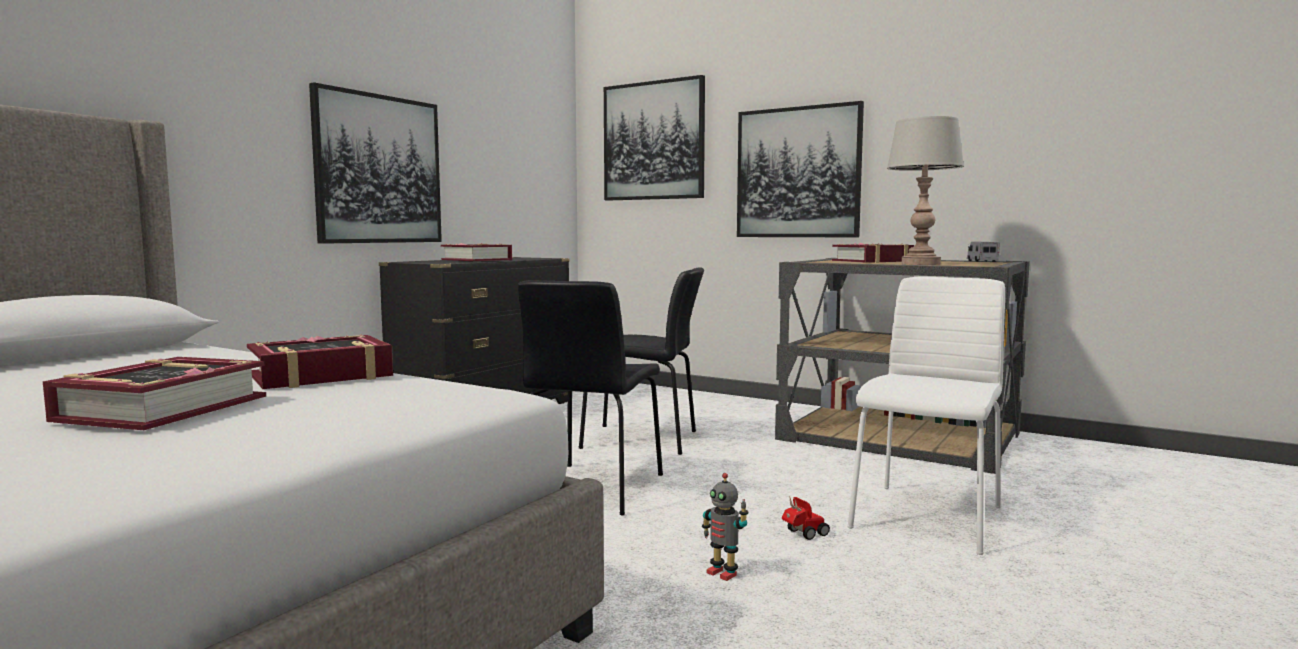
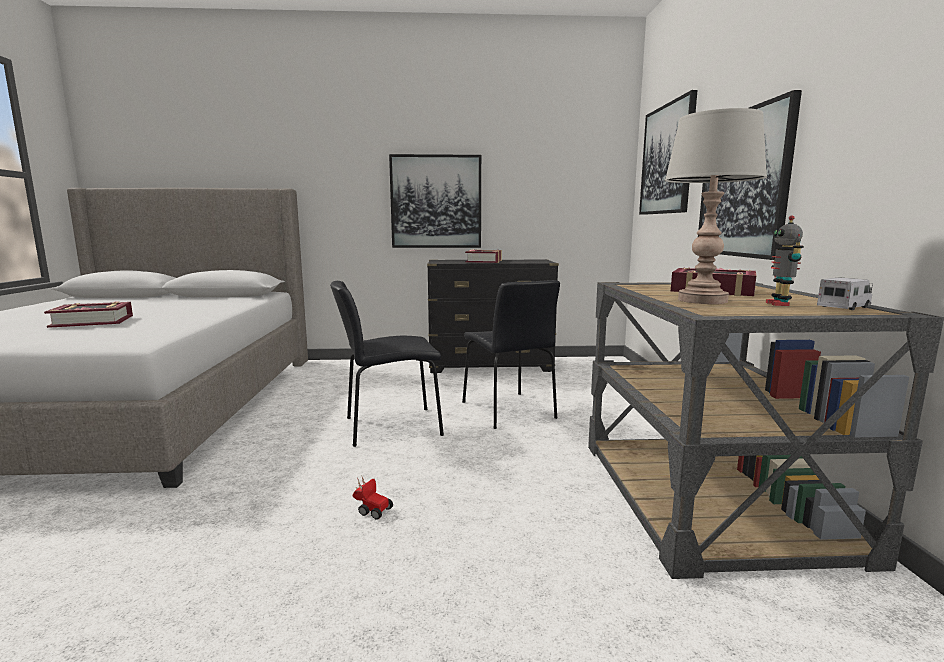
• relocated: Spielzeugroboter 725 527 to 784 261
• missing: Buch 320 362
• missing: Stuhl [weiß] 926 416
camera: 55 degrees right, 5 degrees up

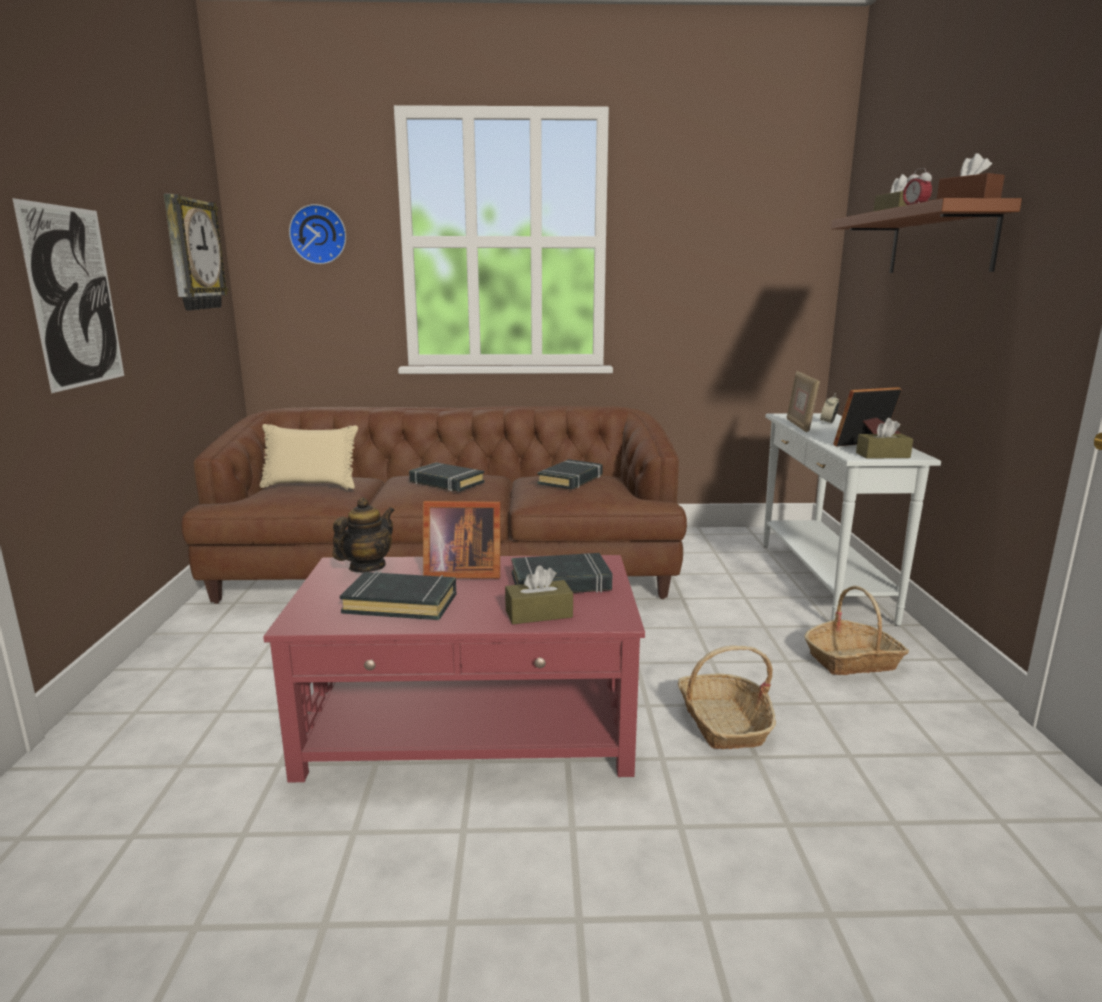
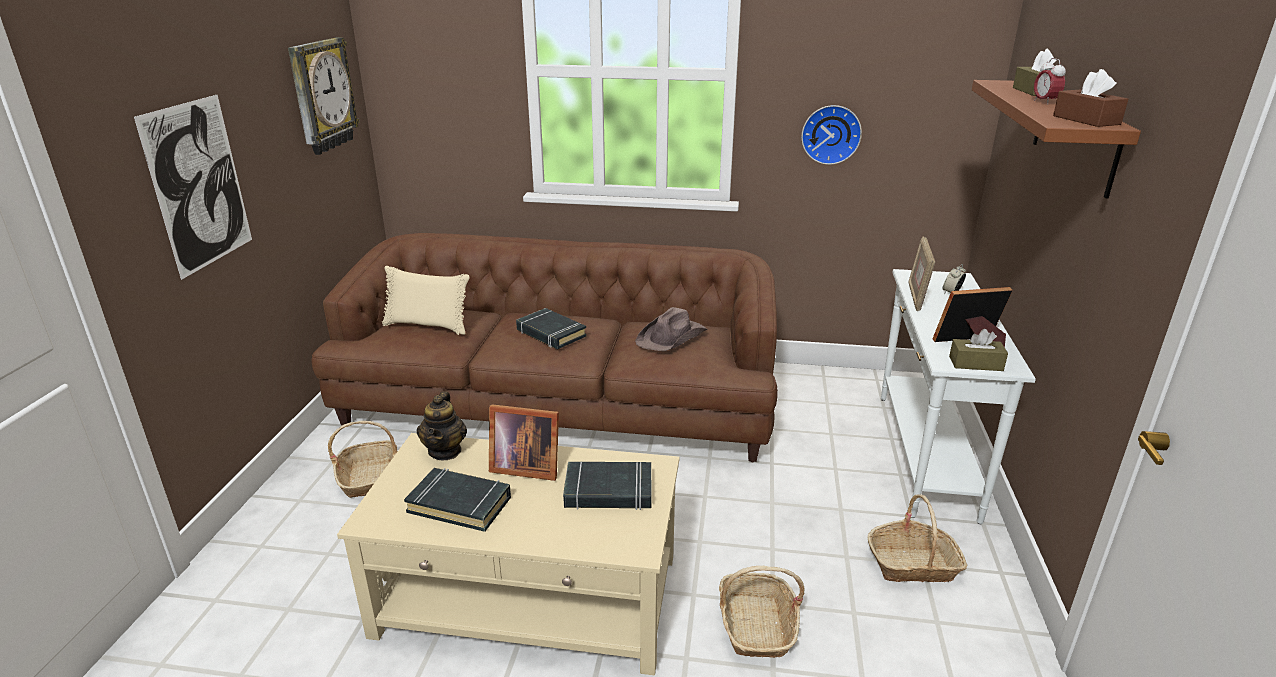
• appeared: Korb 363 459
• colour: Couchtisch [rot] 454 669 to Couchtisch [beige] 508 554
• spun: Teekanne 363 534 = 442 425 135 degrees clockwise
• exchanged: Buch [schwarz] 570 474 to Hut [braun] 671 329
• relocated: Wanduhr 317 234 to 831 135
• missing: Taschentuchbox [braun] 539 594
camera: 10 degrees right, 10 degrees up

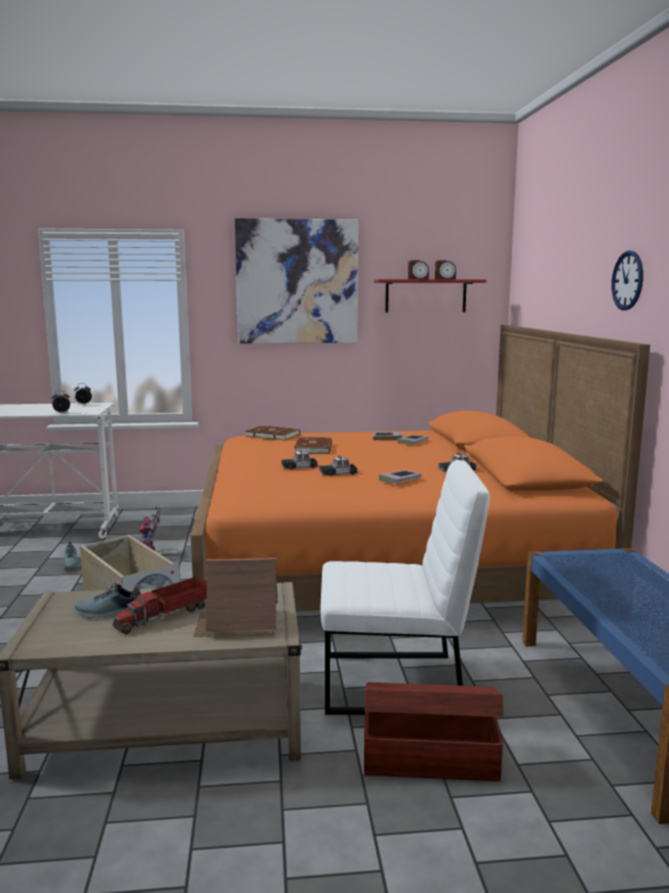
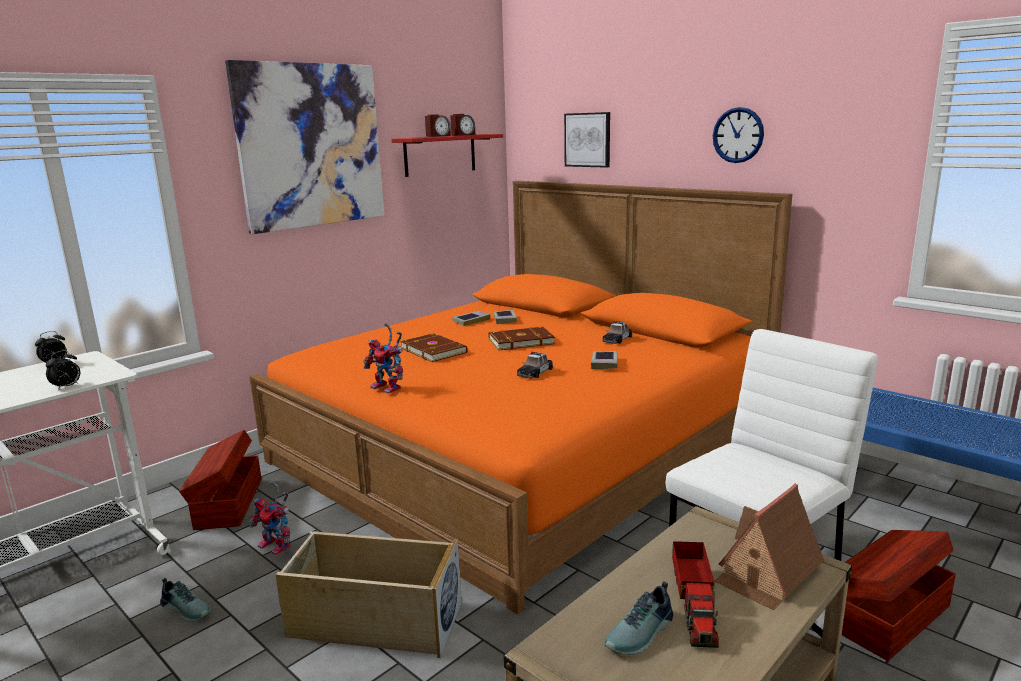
• appeared: Aufbewahrungsbox [braun] 220 480
• appeared: Spielzeugroboter 383 358
• relocated: Buch [braun] 272 433 to 521 338
• appeared: Bild 587 140
• missing: Spielzeugauto 299 459
camera: 40 degrees left, 5 degrees up

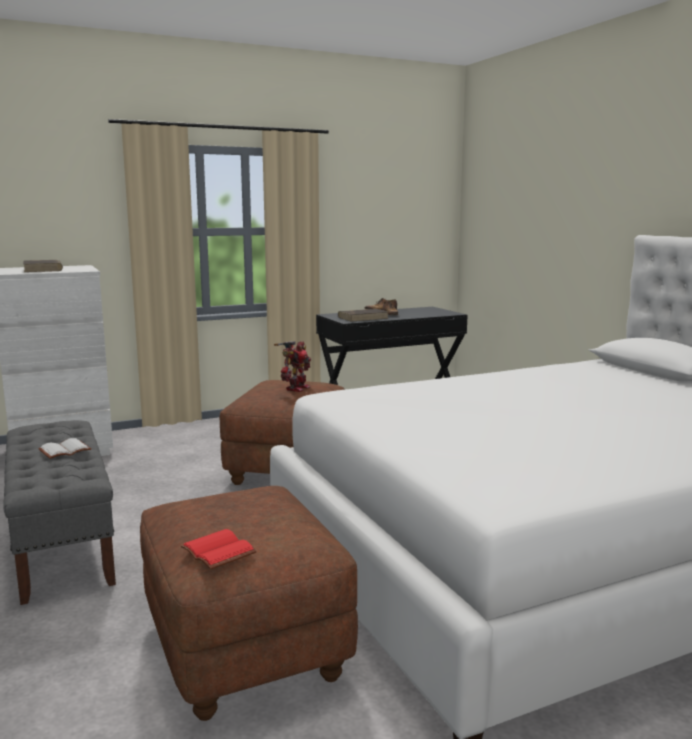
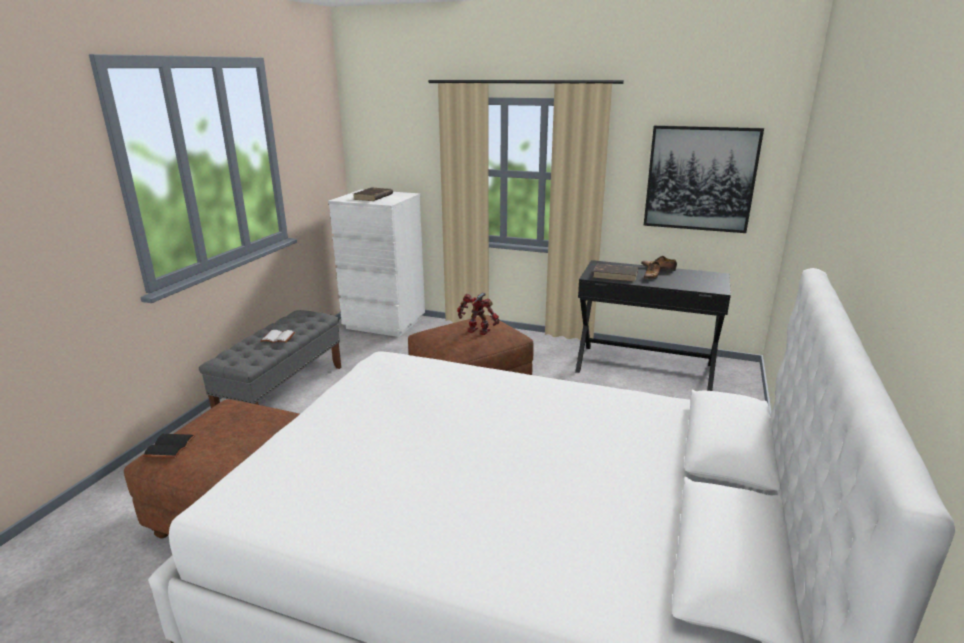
• colour: Buch [rot] 219 549 to Buch [schwarz] 169 446
• spun: Spielzeugroboter 292 366 = 478 314 135 degrees counterclockwise
• appeared: Bild 704 179
camera: 45 degrees right, 10 degrees up

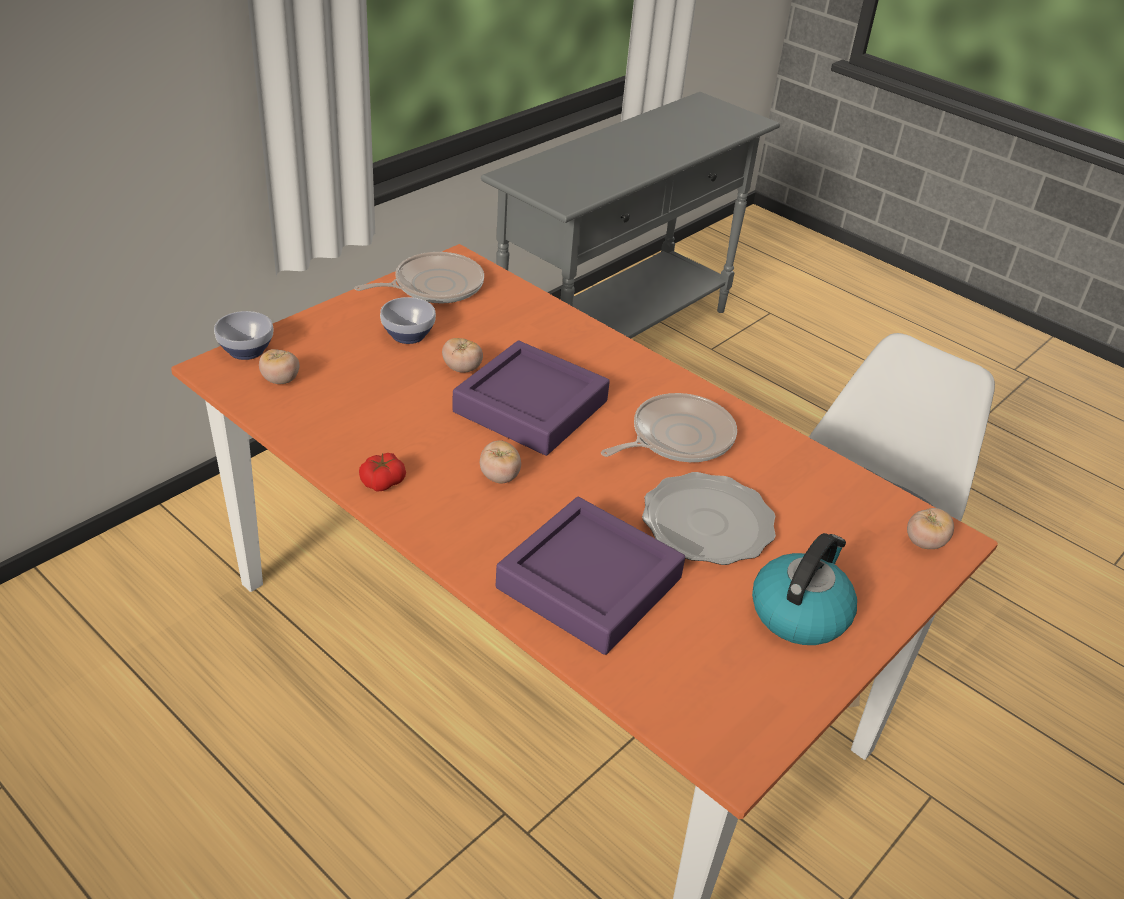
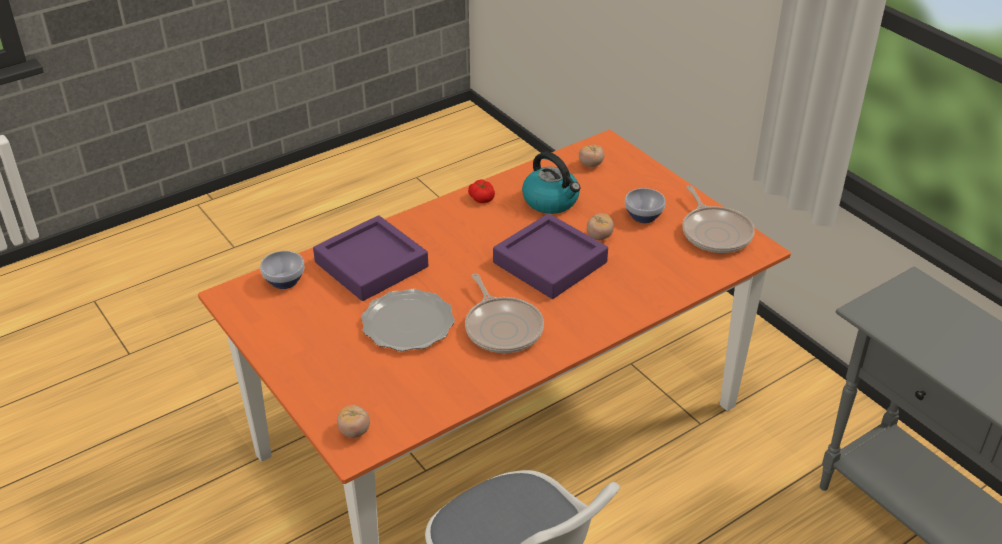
• relocated: Schüssel 243 335 to 282 270
• relocated: Wasserkessel 804 589 to 551 183
• missing: Tomate 500 461
camera: 105 degrees right, 0 degrees up

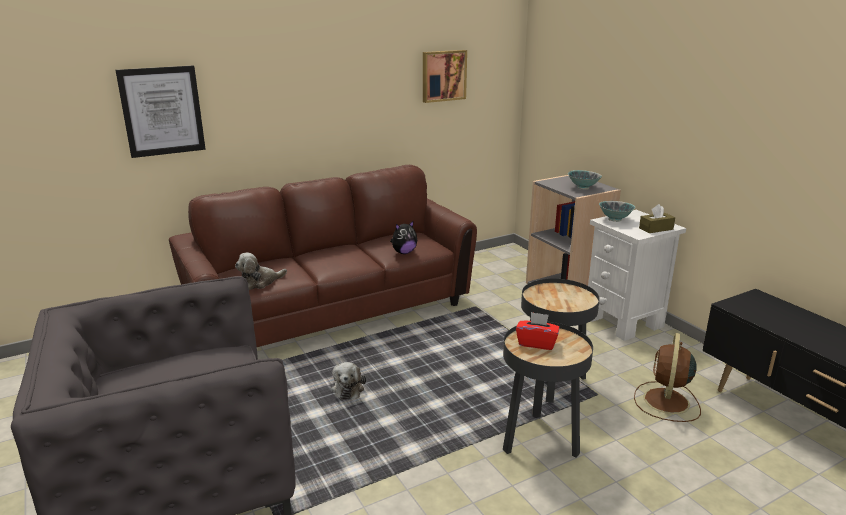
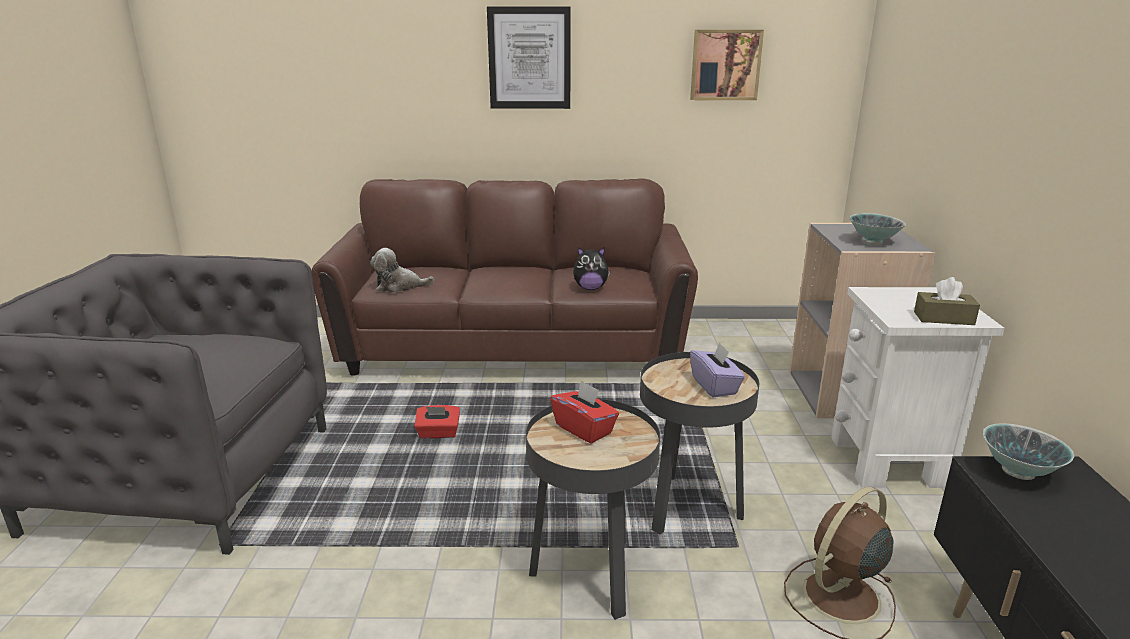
• exchanged: Plüschtier 348 381 to Taschentuchbox [rot] 437 421
• relocated: Bild 161 111 to 529 57
• appeared: Taschentuchbox [lila] 717 369
• relocated: Schüssel 617 211 to 1028 451
camera: 30 degrees right, 0 degrees up

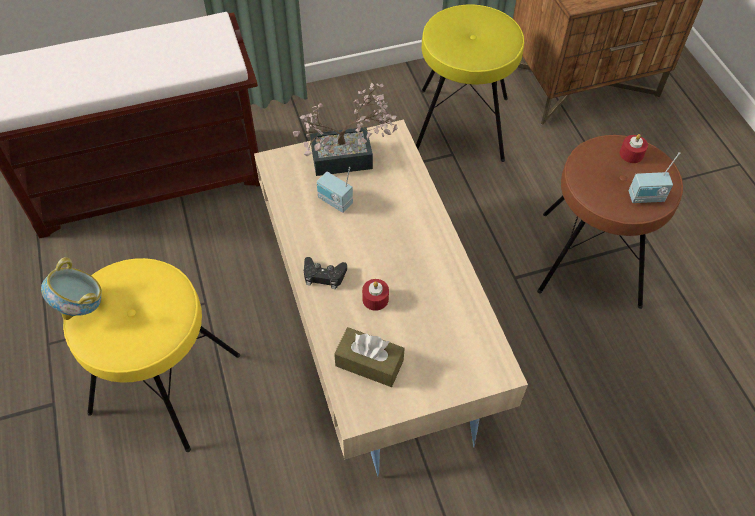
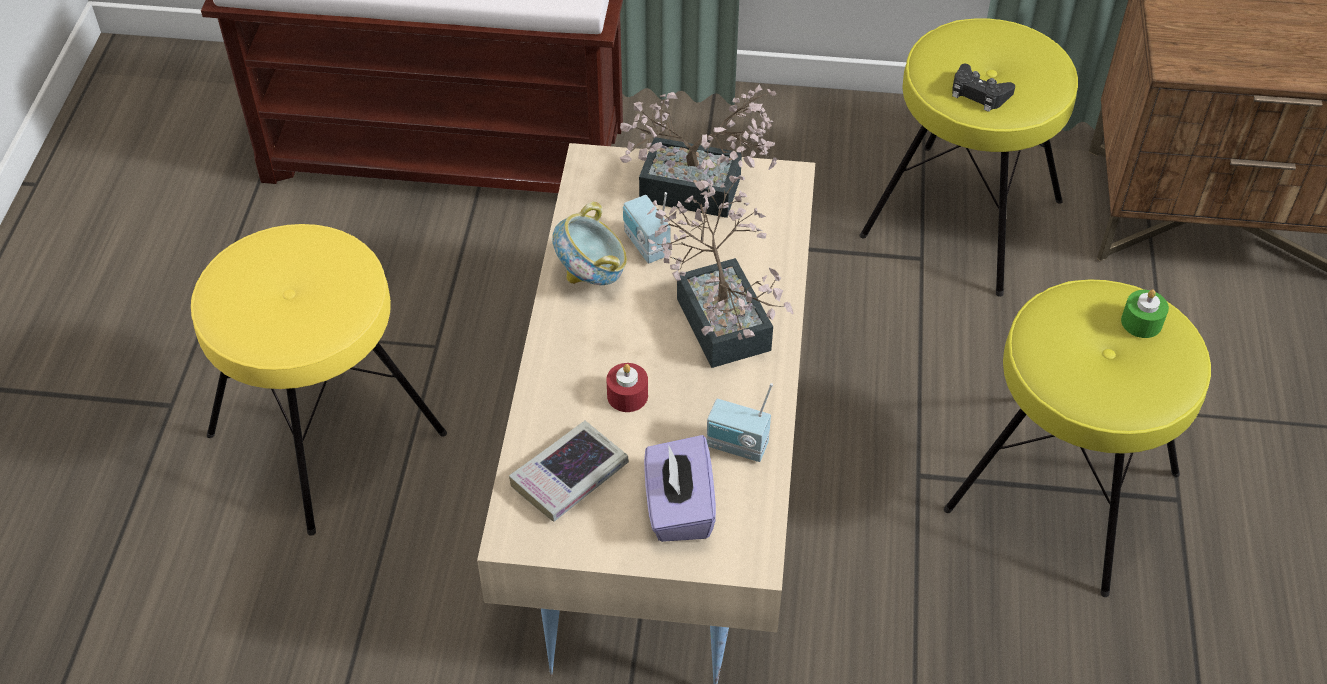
• exchanged: Taschentuchbox [braun] 369 357 to Buch 569 471
• relocated: Schüssel 71 288 to 589 243
• appeared: Taschentuchbox [lila] 680 488
• appeared: Topfpflanze 720 271
• relocated: Radio 654 177 to 740 422
• colour: Hocker [braun] 610 222 to Hocker [gelb] 1077 438
• relocated: Gamepad [schwarz] 325 273 to 983 88
• colour: Kerze [rot] 634 148 to Kerze [grün] 1145 314
camera: 25 degrees right, 5 degrees down

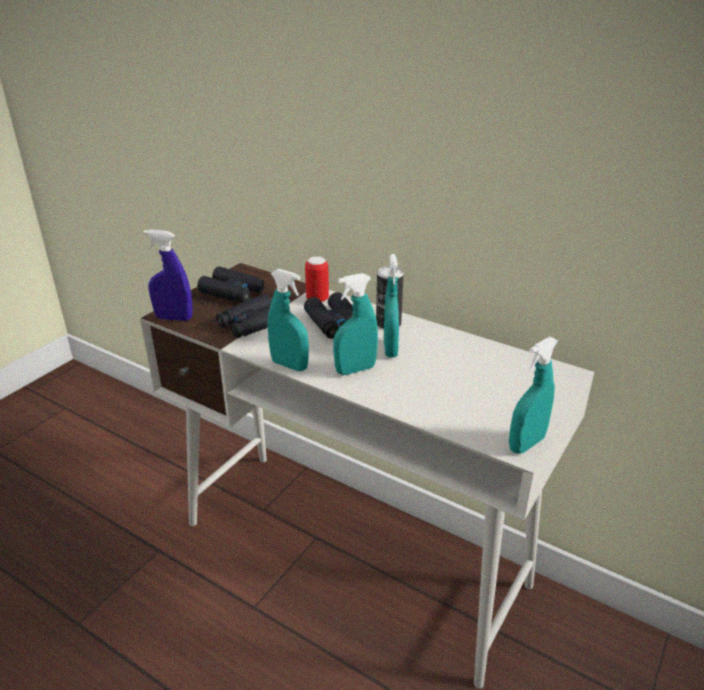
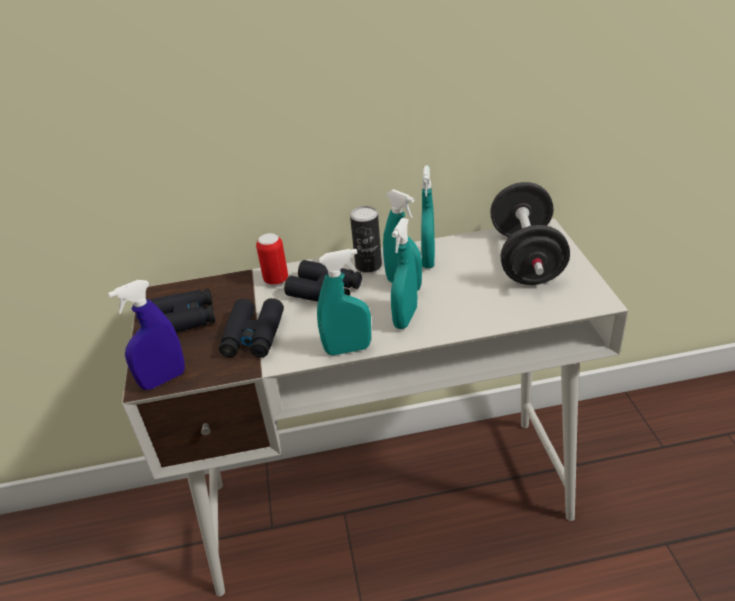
• relocated: Sprühflasche [türkis] 533 395 to 428 216
• appeared: Hantel [schwarz] 530 233
camera: 40 degrees left, 5 degrees up

